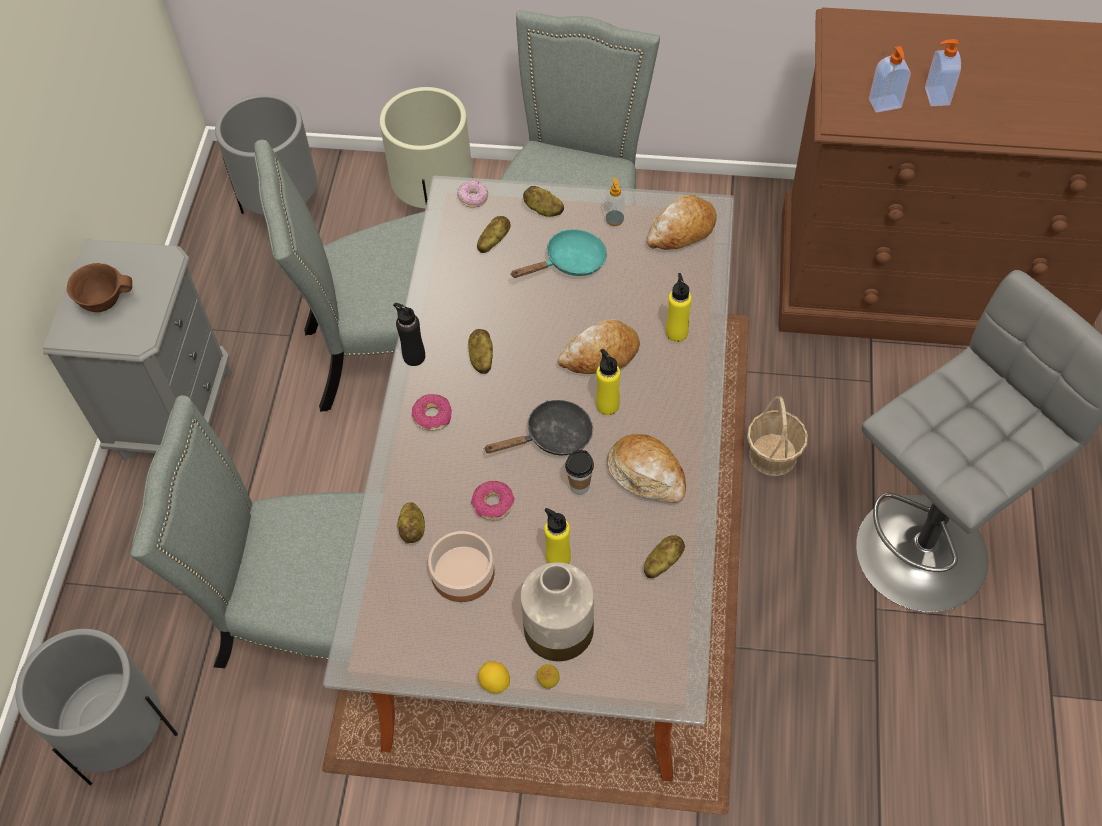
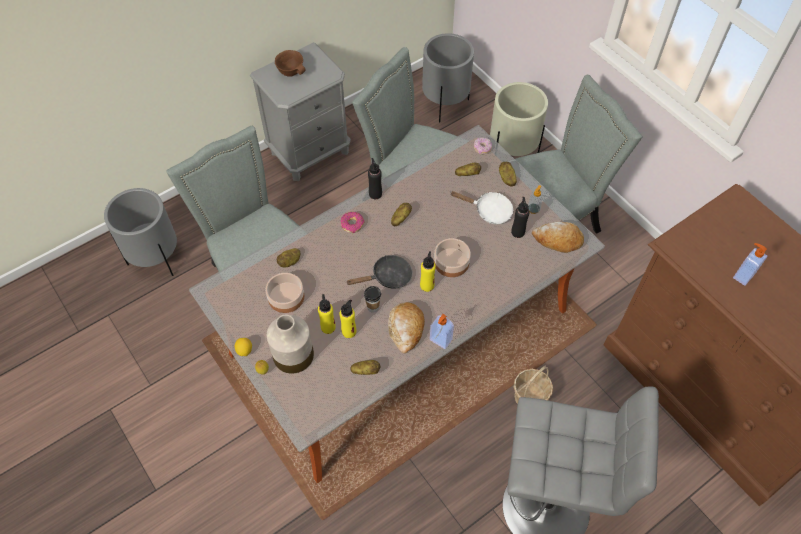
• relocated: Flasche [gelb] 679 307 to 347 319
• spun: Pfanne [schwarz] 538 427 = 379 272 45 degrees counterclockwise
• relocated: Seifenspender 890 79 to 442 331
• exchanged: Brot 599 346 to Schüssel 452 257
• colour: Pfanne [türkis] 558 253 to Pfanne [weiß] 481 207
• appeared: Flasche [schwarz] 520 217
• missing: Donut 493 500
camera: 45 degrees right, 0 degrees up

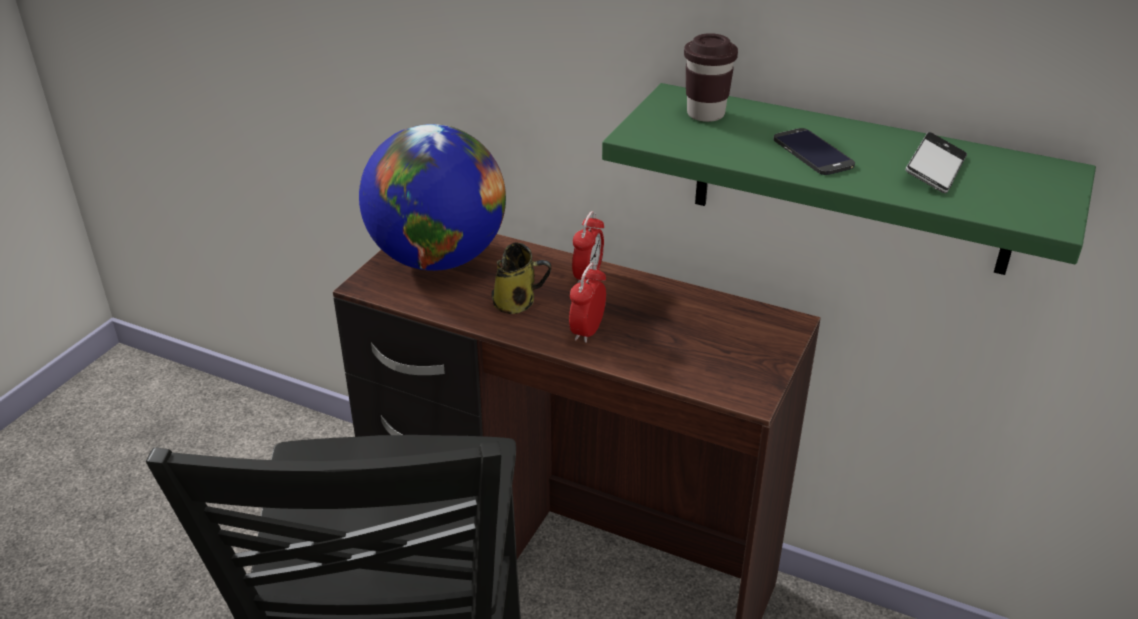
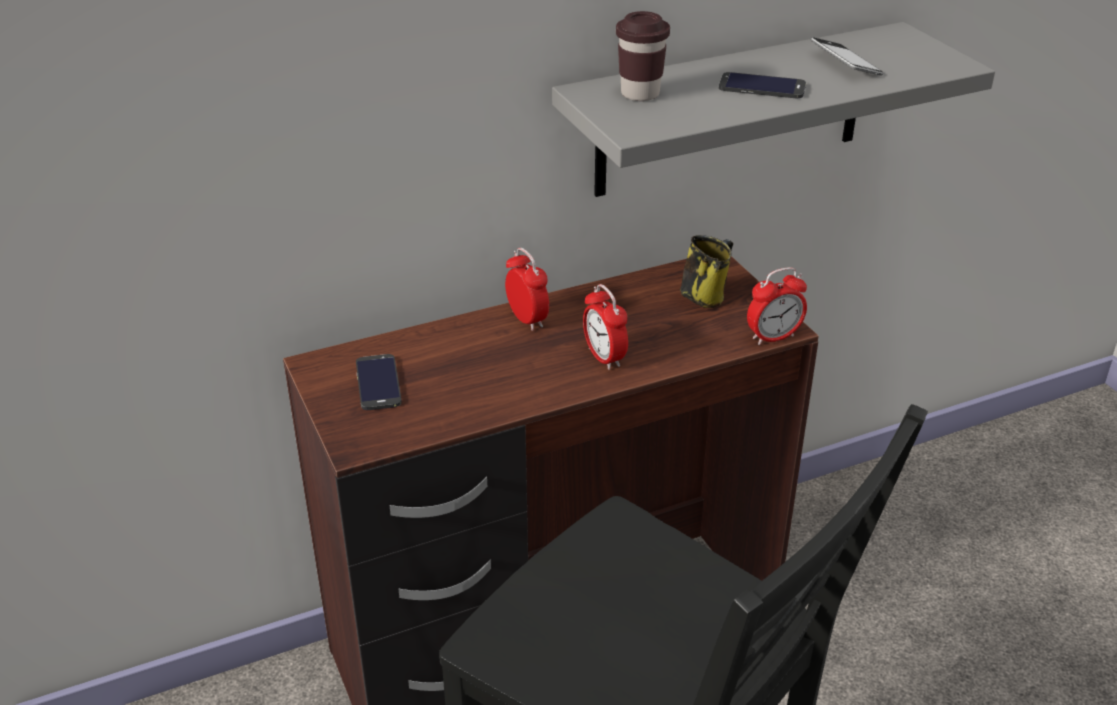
• exchanged: Globus 432 197 to Handy 379 382
• colour: Wandregal [grün] 849 179 to Wandregal [grau] 773 109
• relocated: Henkelbecher 521 278 to 706 271
• appeared: Wecker 777 306
camera: 50 degrees left, 0 degrees up

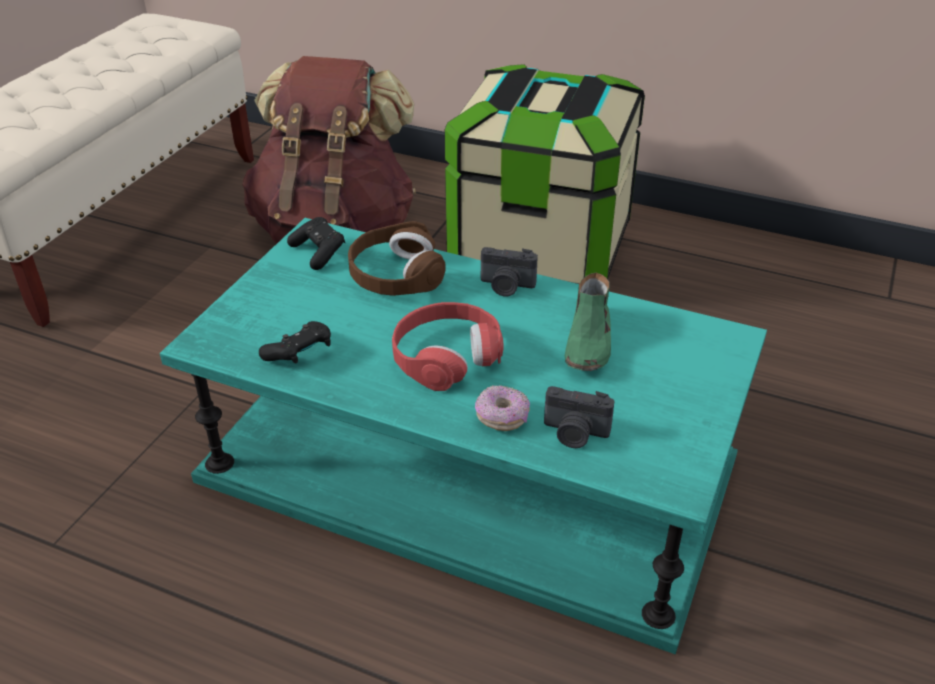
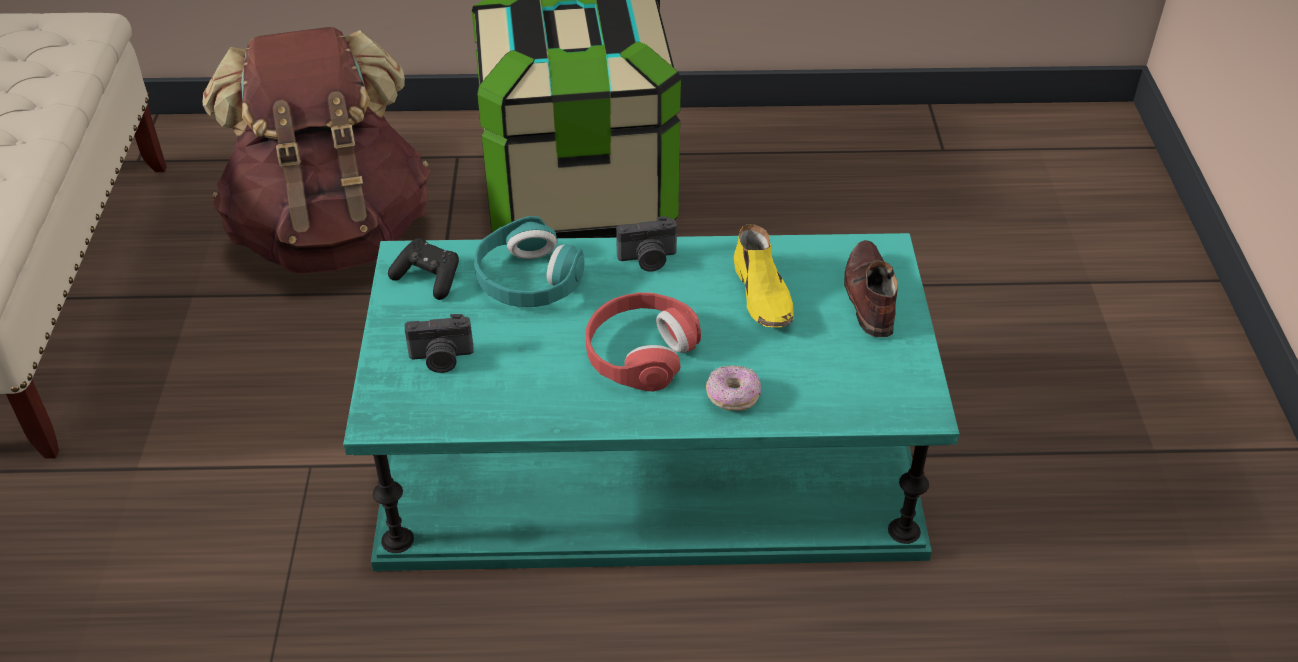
• relocated: Kamera 579 417 to 439 343
• colour: Kopfhörer [braun] 396 258 to Kopfhörer [türkis] 529 261
• colour: Schuh [grün] 588 322 to Schuh [gelb] 764 276
• appeared: Schuh [braun] 871 288
• missing: Gamepad [schwarz] 295 342
camera: 25 degrees left, 5 degrees up

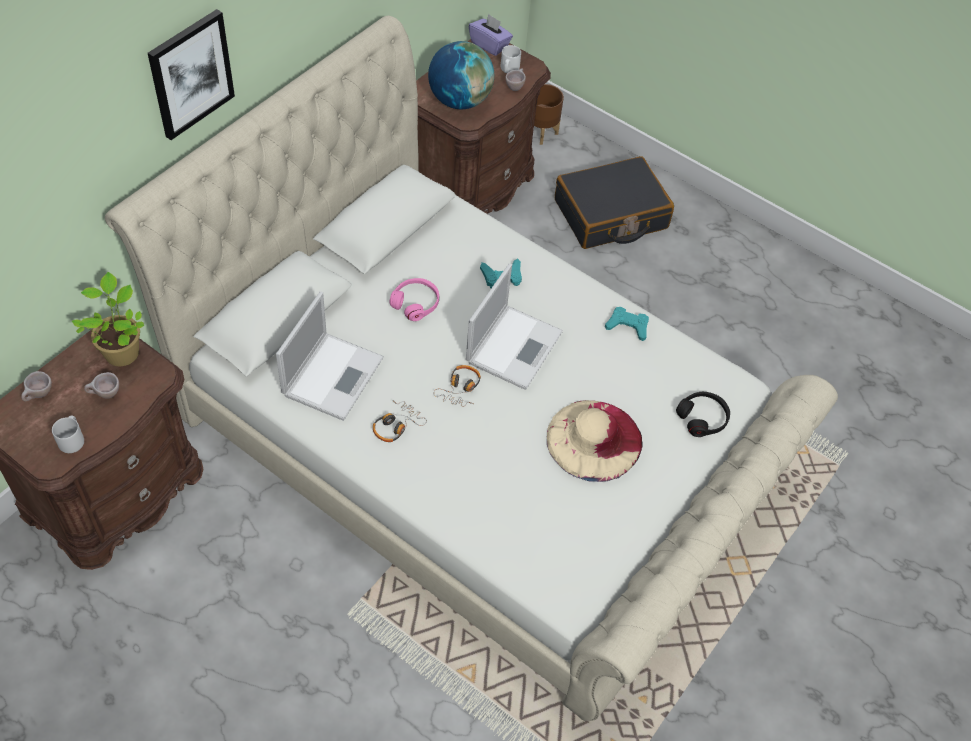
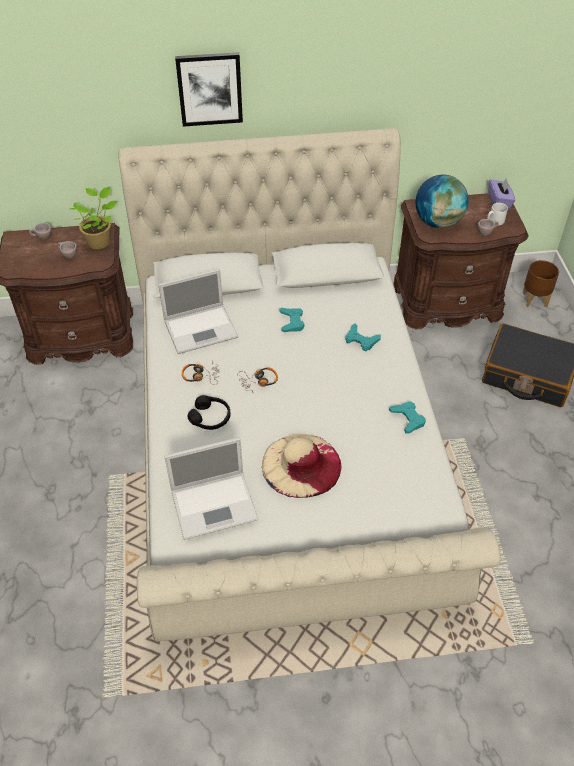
• relocated: Laptop 514 327 to 211 488
• relocated: Kopfhörer [schwarz] 703 414 to 209 412
• exchanged: Kopfhörer [rosa] 414 299 to Gamepad [türkis] 292 320
• missing: Henkelbecher [grau] 68 434
camera: 50 degrees right, 5 degrees down

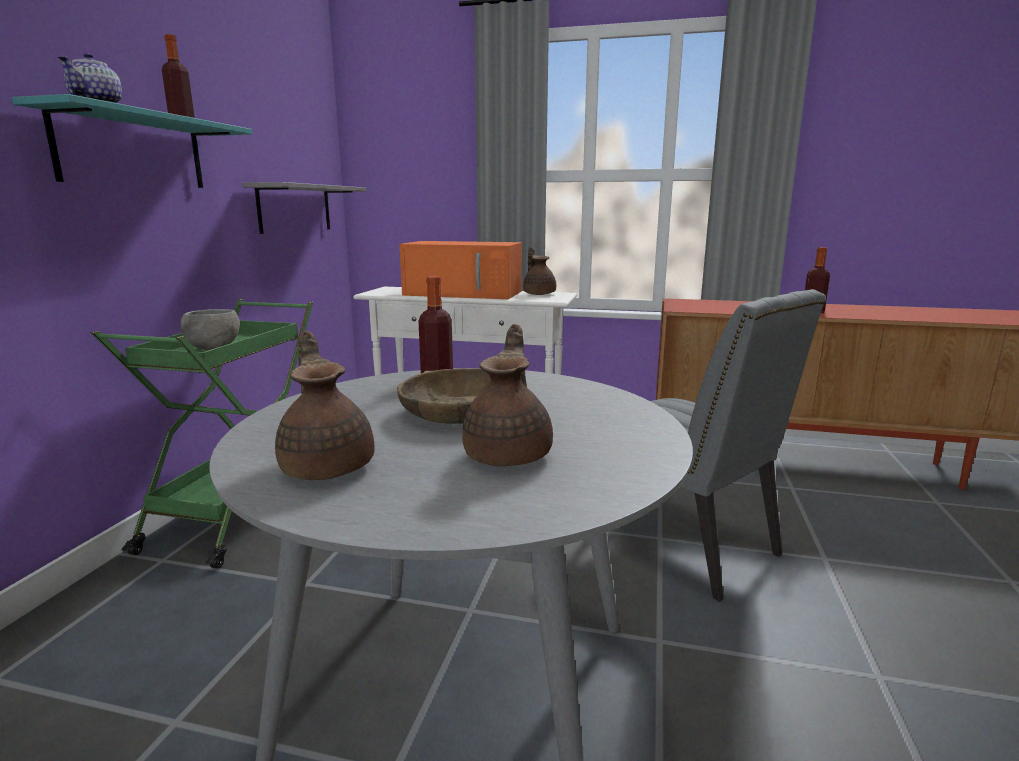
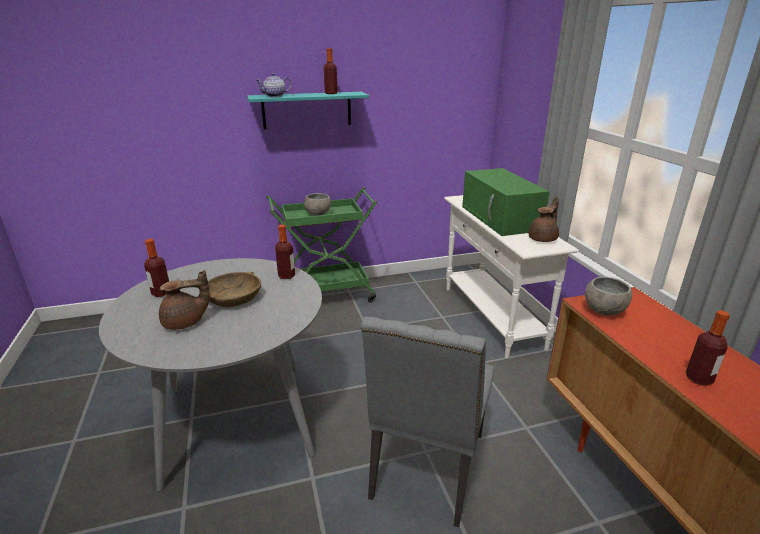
• exchanged: Teekanne [braun] 325 405 to Flasche 156 268
• colour: Mikrowelle [orange] 460 270 to Mikrowelle [grün] 506 202
• appeared: Schüssel [grau] 608 296
• missing: Wandregal [grau] 304 208
camera: 60 degrees right, 10 degrees up

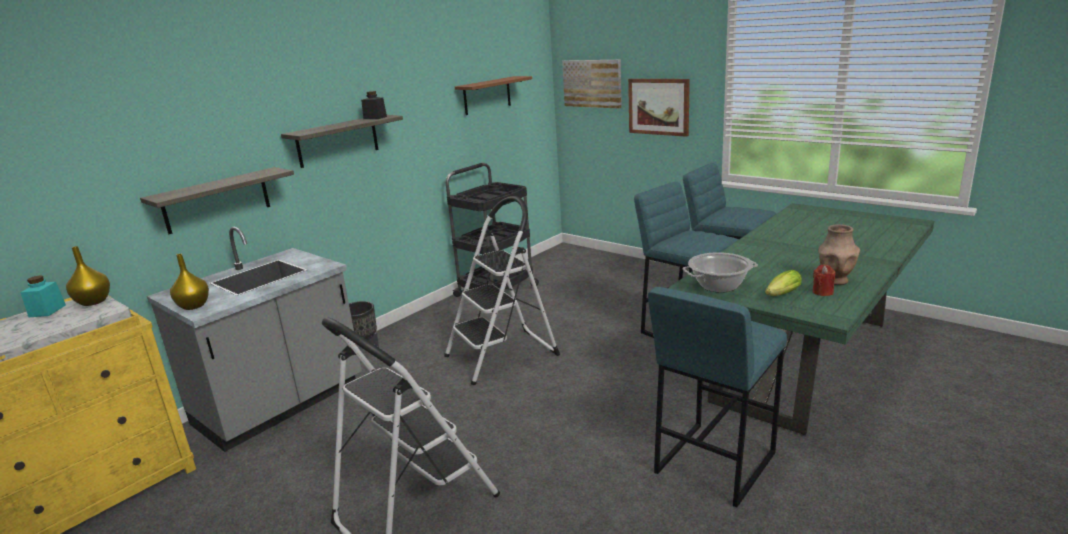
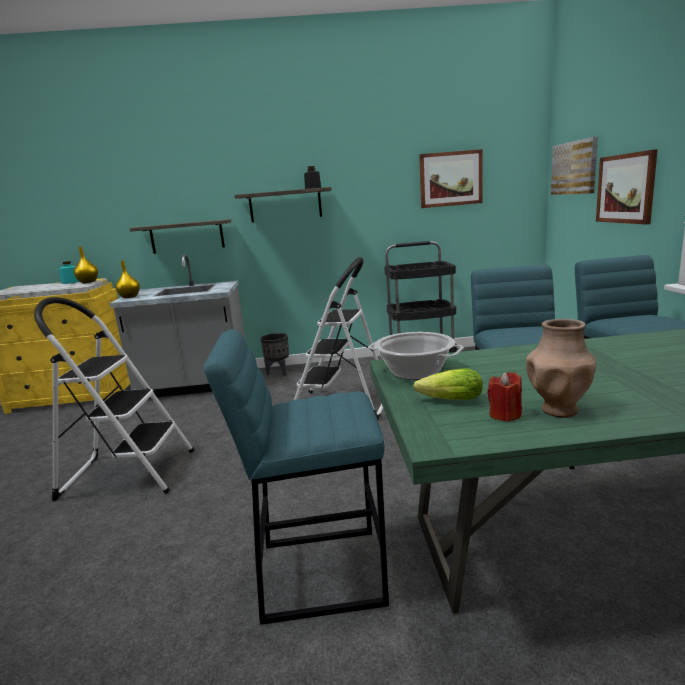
• exchanged: Wandregal [braun] 493 95 to Bild 451 178
camera: 45 degrees right, 5 degrees down

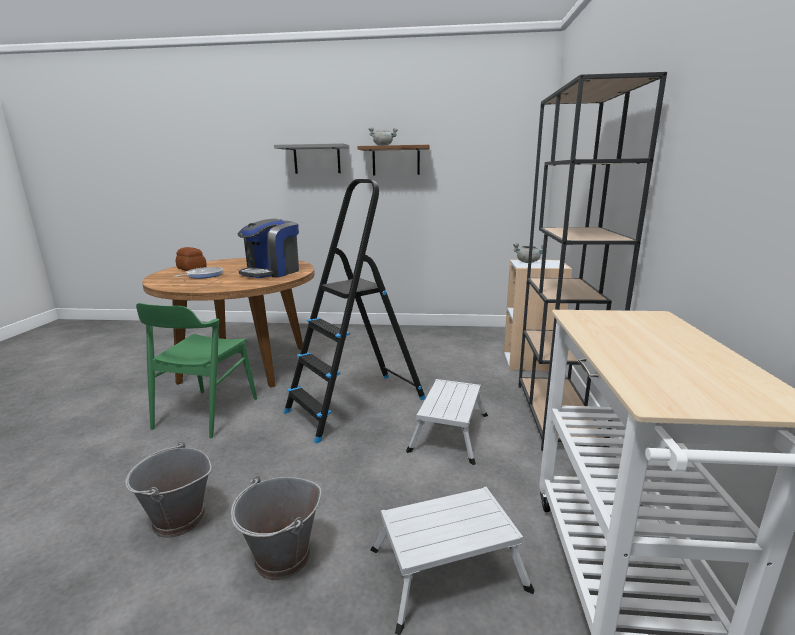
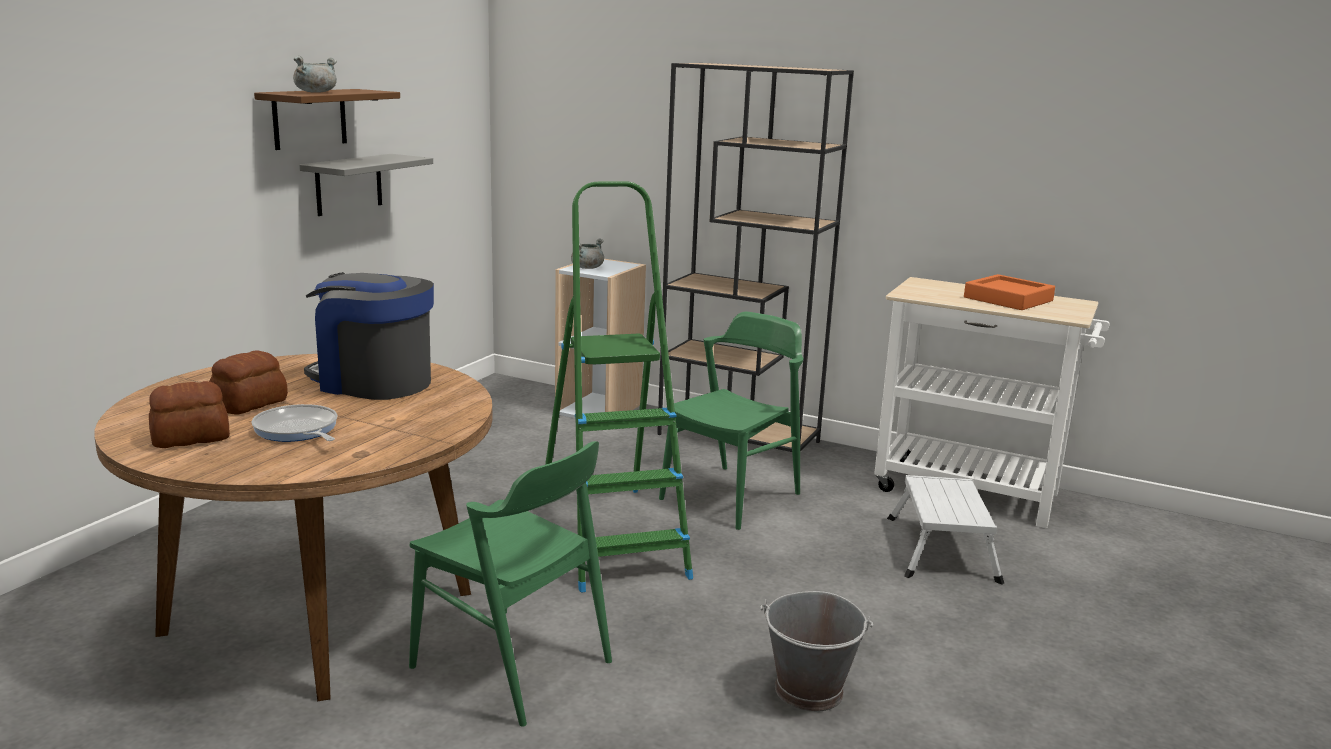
• appeared: Brot 248 383
• relocated: Wandregal [grau] 311 158 to 366 185
• spun: Kaffeemaschine 268 248 = 369 336 150 degrees clockwise
• colour: Trittleiter [schwarz] 355 311 to Trittleiter [grün] 619 387
• exchanged: Trittleiter [weiß] 447 422 to Stuhl [grün] 731 421
• appeared: Tablett [orange] 1009 292
• missing: Eimer [grau] 276 528
camera: 70 degrees left, 0 degrees up

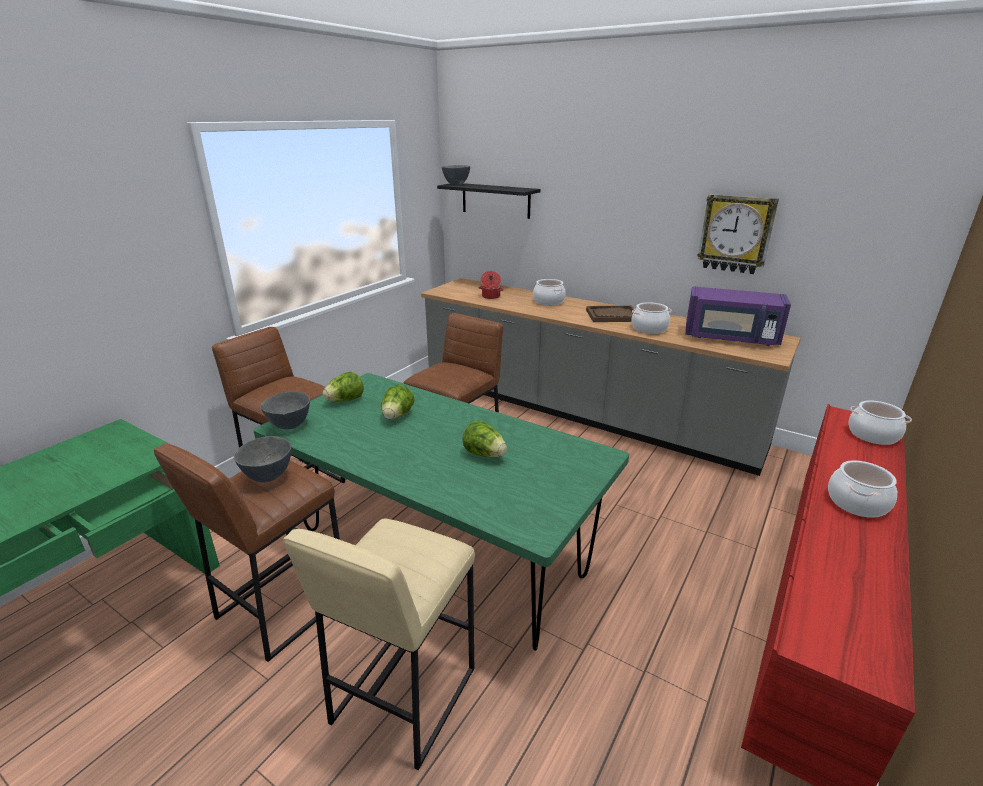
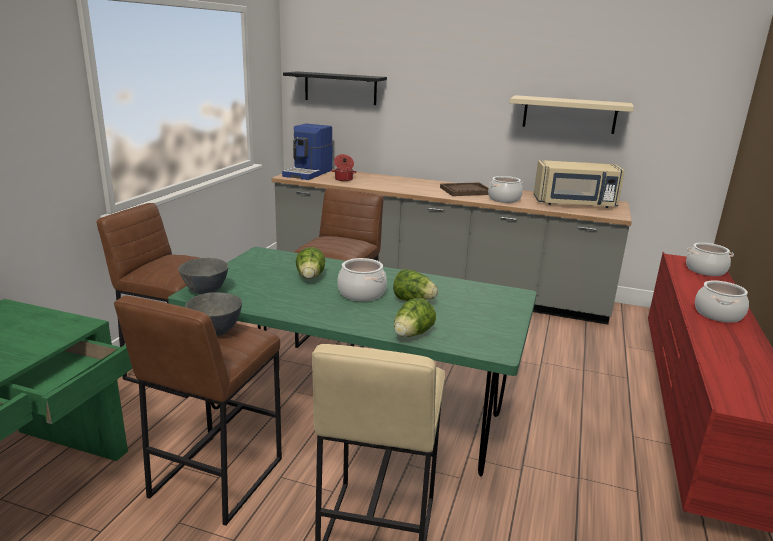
• appeared: Kaffeemaschine 307 152
• relocated: Kochtopf 549 292 to 362 279
• relocated: Salatkopf 343 387 to 415 317
• exchanged: Wanduhr 738 234 to Wandregal [beige] 572 114
• colour: Mikrowelle [lila] 738 316 to Mikrowelle [beige] 579 184
• missing: Schüssel [grau] 455 175
camera: 15 degrees left, 5 degrees down

